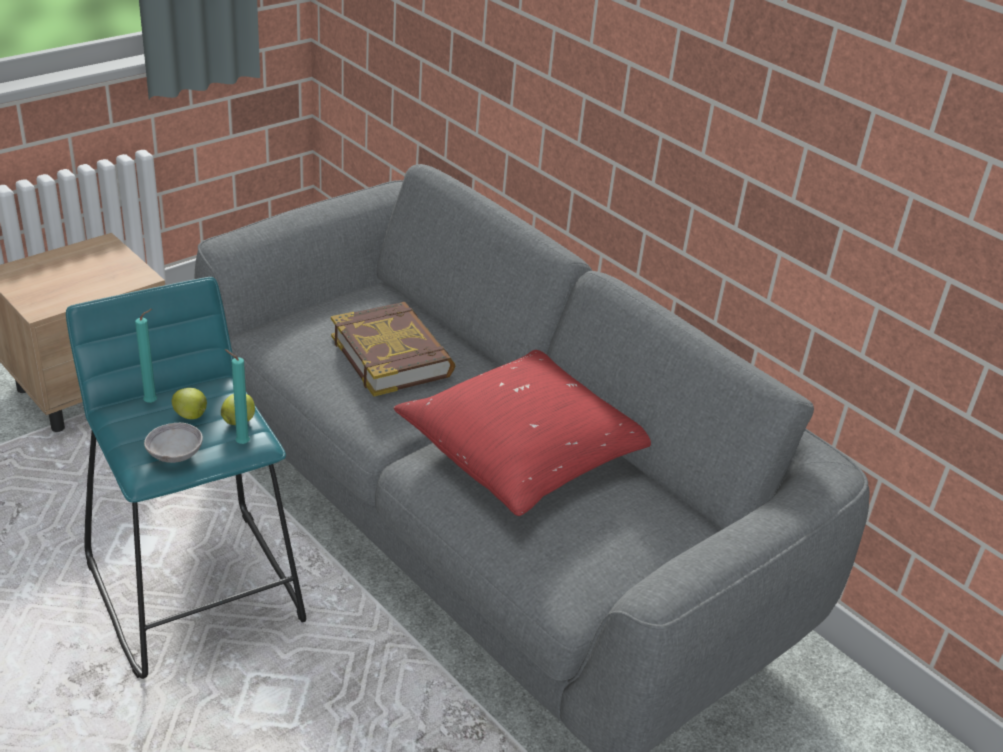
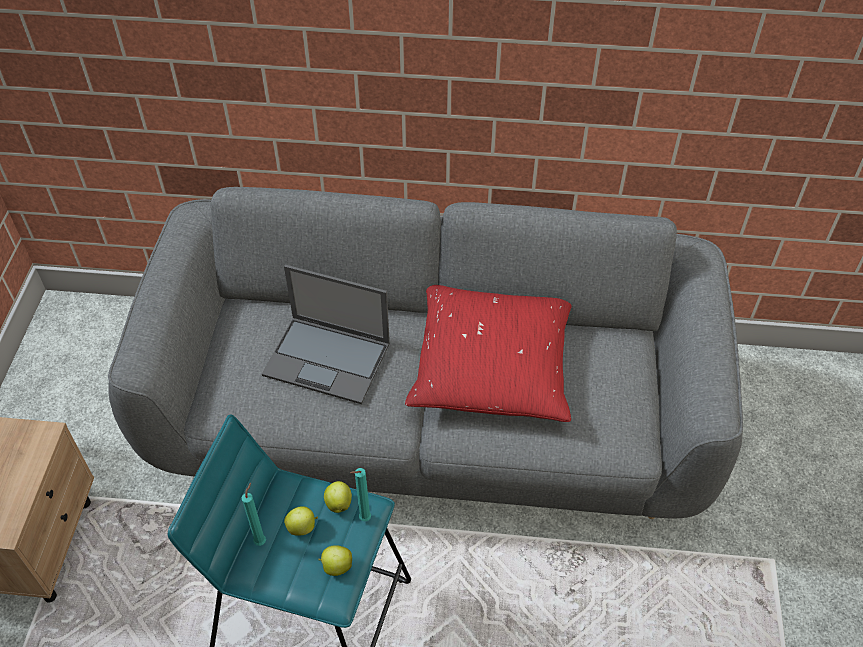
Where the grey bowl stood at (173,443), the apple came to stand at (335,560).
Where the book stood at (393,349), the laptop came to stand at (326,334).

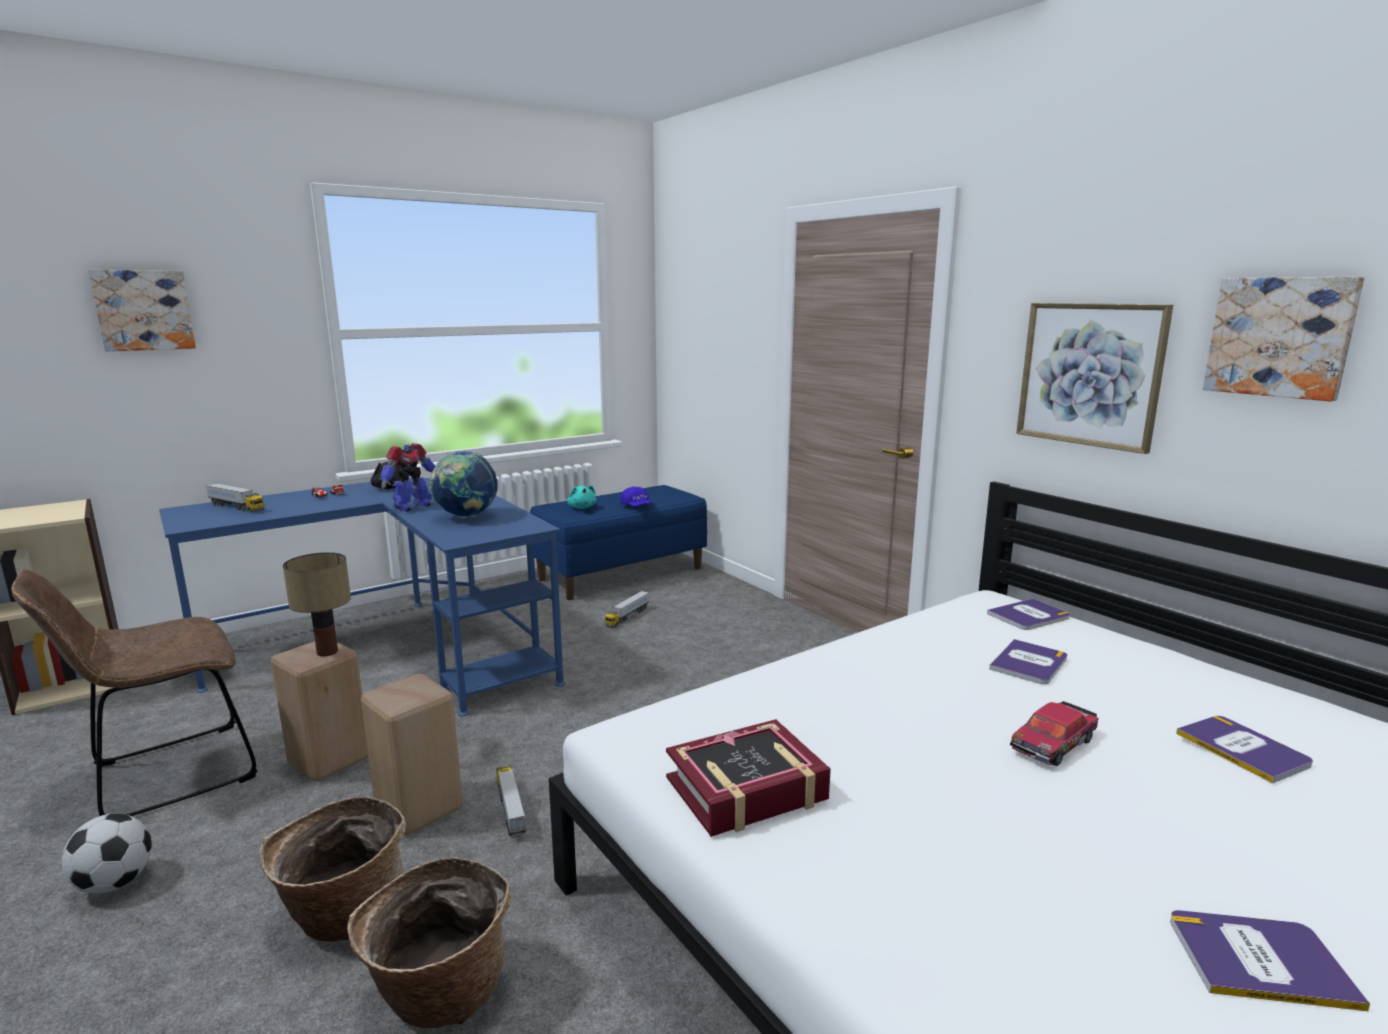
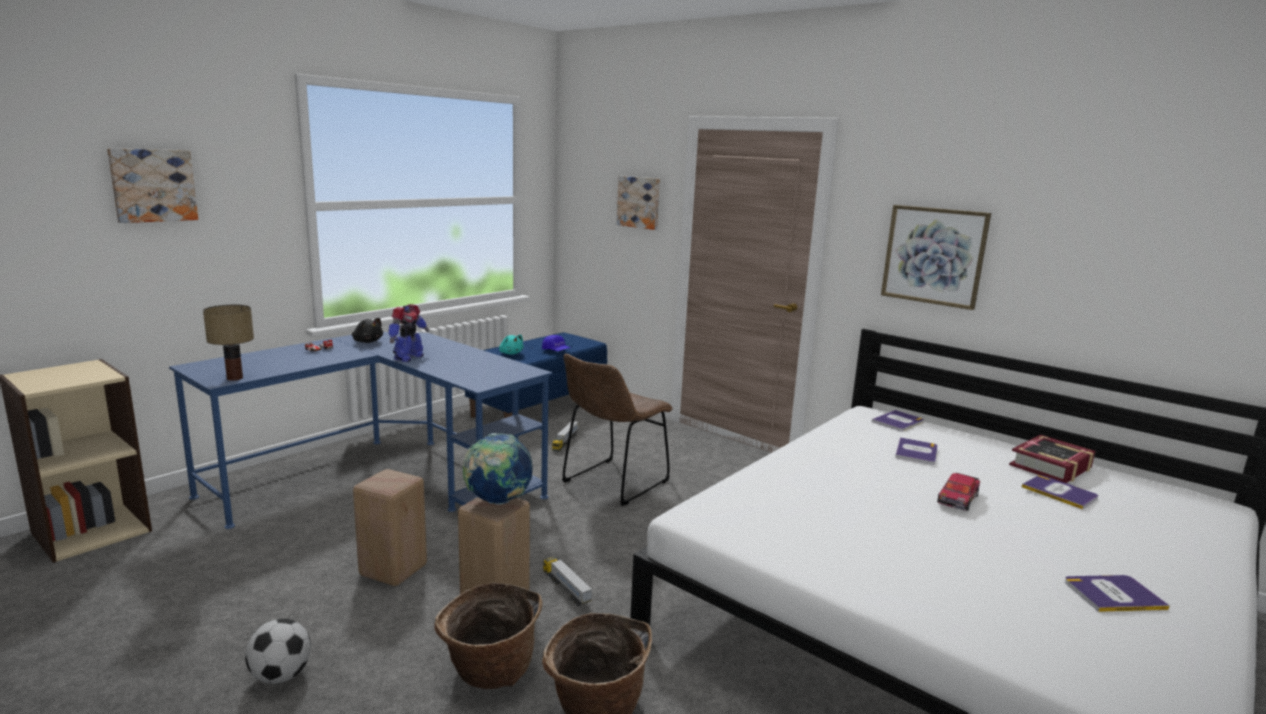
The second view lost the toy truck at (235,497).
The brown chair ended up elsewhere, having gone from (134,693) to (617,430).
The table lamp ended up elsewhere, having gone from (317,604) to (228,343).
The globe ended up elsewhere, having gone from (463,484) to (497,469).
The book ended up elsewhere, having gone from (748,778) to (1052,459).
The picture ended up elsewhere, having gone from (1283,338) to (638,203).

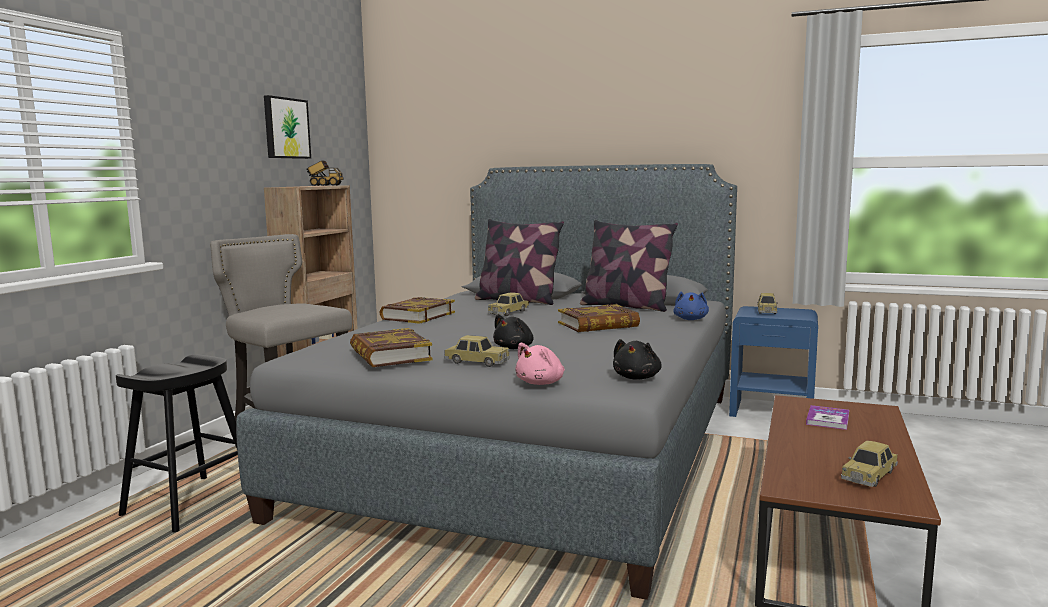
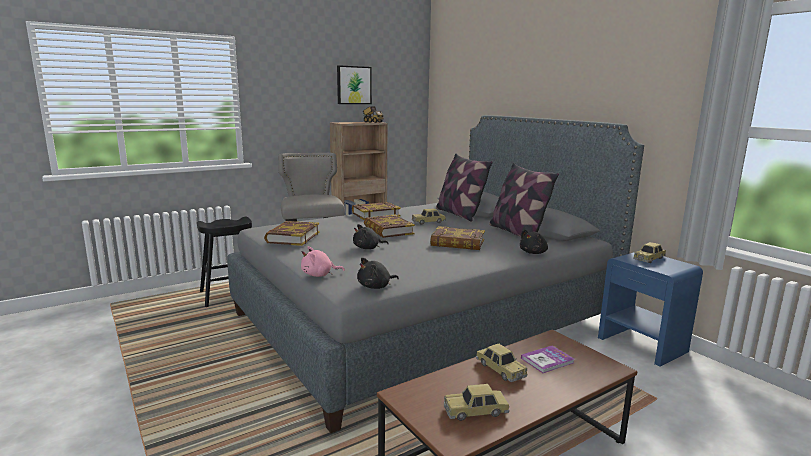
The second view gained the book at (389,226).
The toy car ended up elsewhere, having gone from (477,351) to (501,363).
What was the blue plush toy at (691,306) turned into the black plush toy at (534,242).

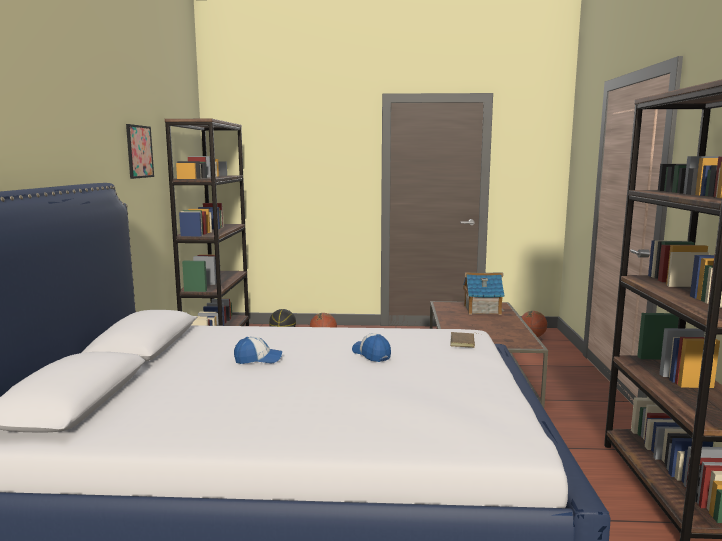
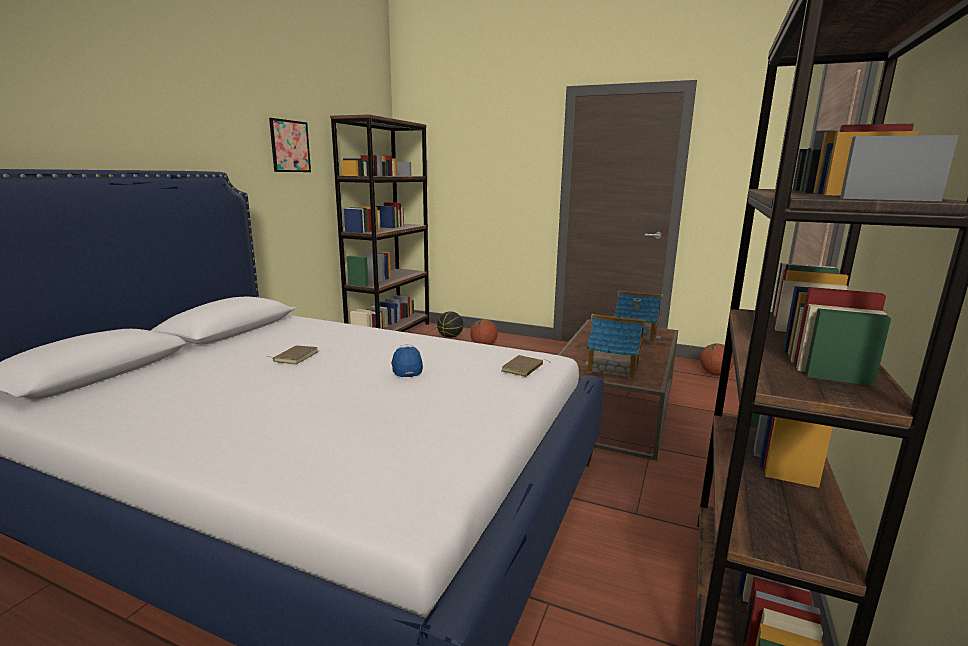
The second view gained the toy house at (615,346).
Where the cap stood at (258,350), the brown book came to stand at (292,354).

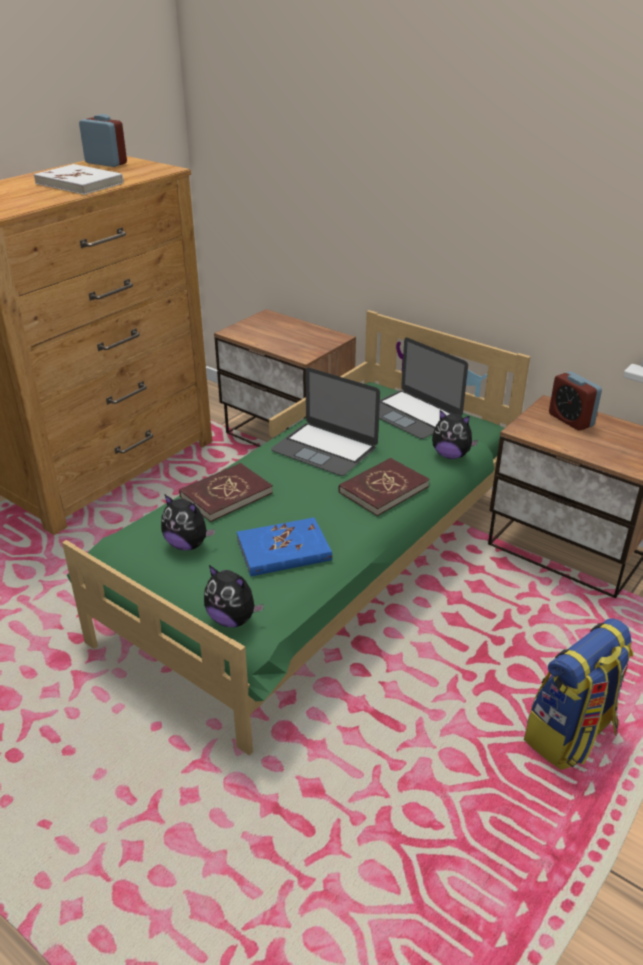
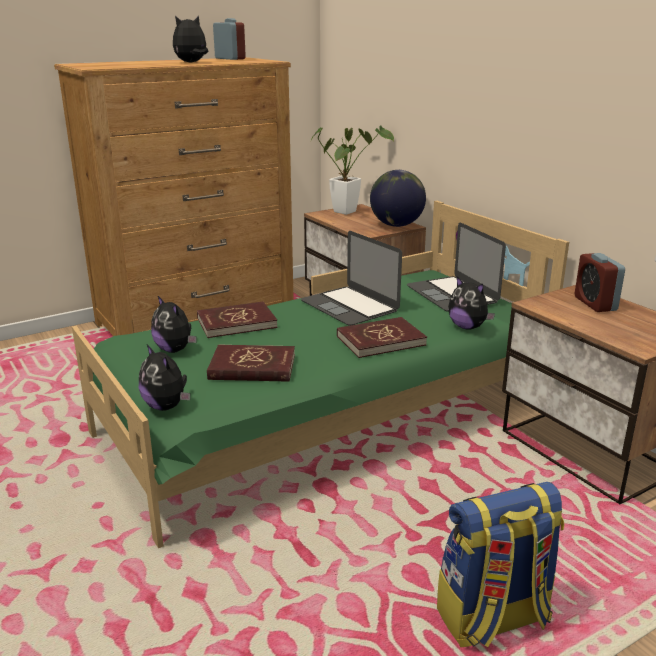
The second view gained the potted plant at (352,170).
The second view gained the globe at (398,198).
Where the white book stood at (78,179), the plush toy came to stand at (191,39).
What was the blue book at (284,547) turned into the red book at (251,363).

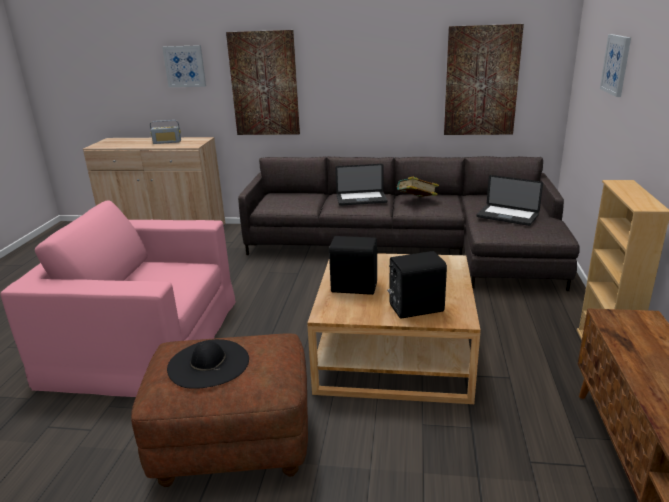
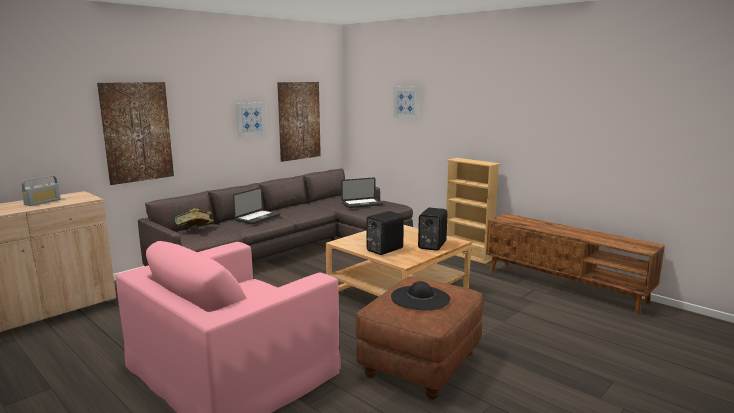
The picture ended up elsewhere, having gone from (184,66) to (251,119).
The book ended up elsewhere, having gone from (417,186) to (194,218).

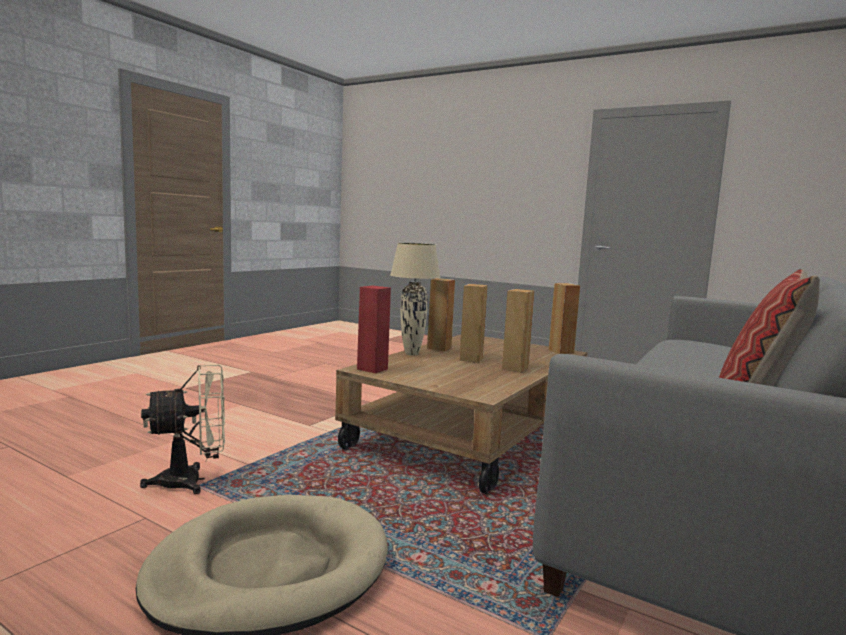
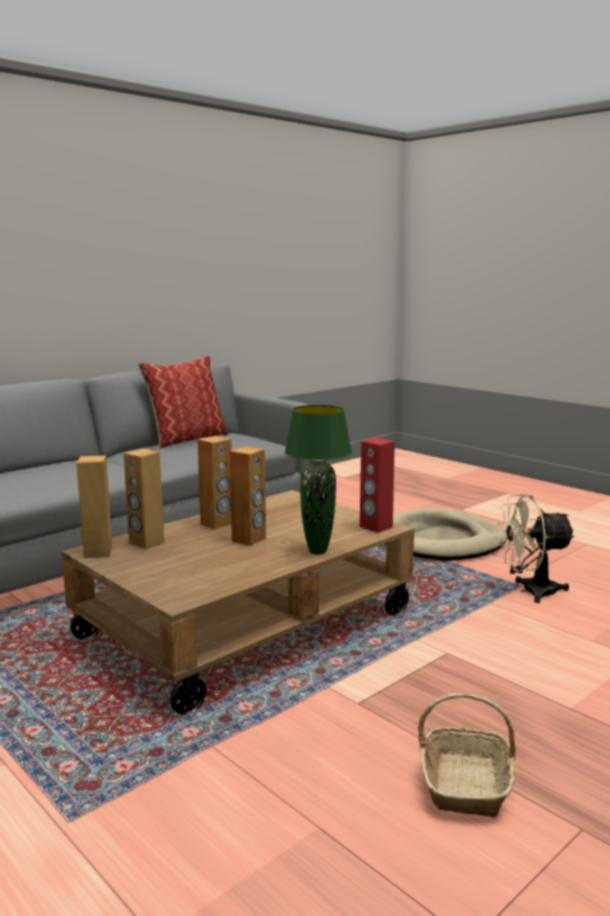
The second view gained the basket at (467,755).
The brown speaker ended up elsewhere, having gone from (441,314) to (144,498).
What was the beige table lamp at (415,299) turned into the green table lamp at (318,480).

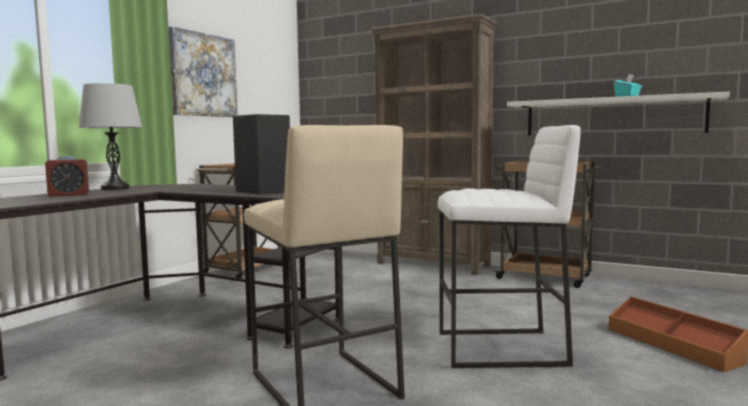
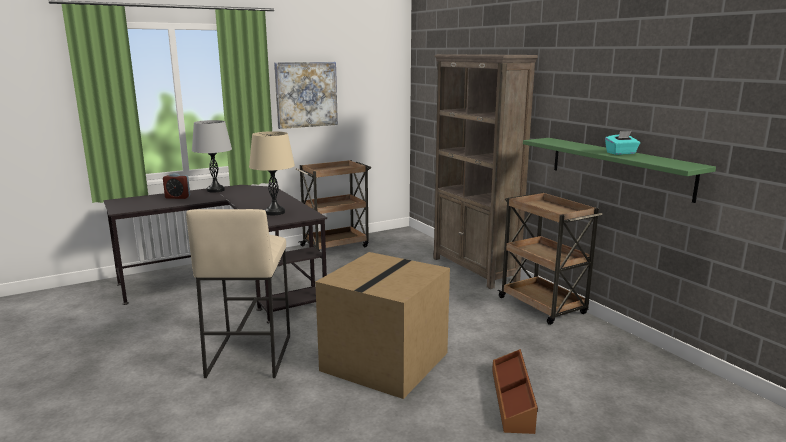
Where the black speaker stood at (261,154), the beige table lamp came to stand at (272,173).
Where the white stool stood at (509,246), the cardboard box came to stand at (382,325).
What was the white shelf at (618,113) turned into the green shelf at (619,170).

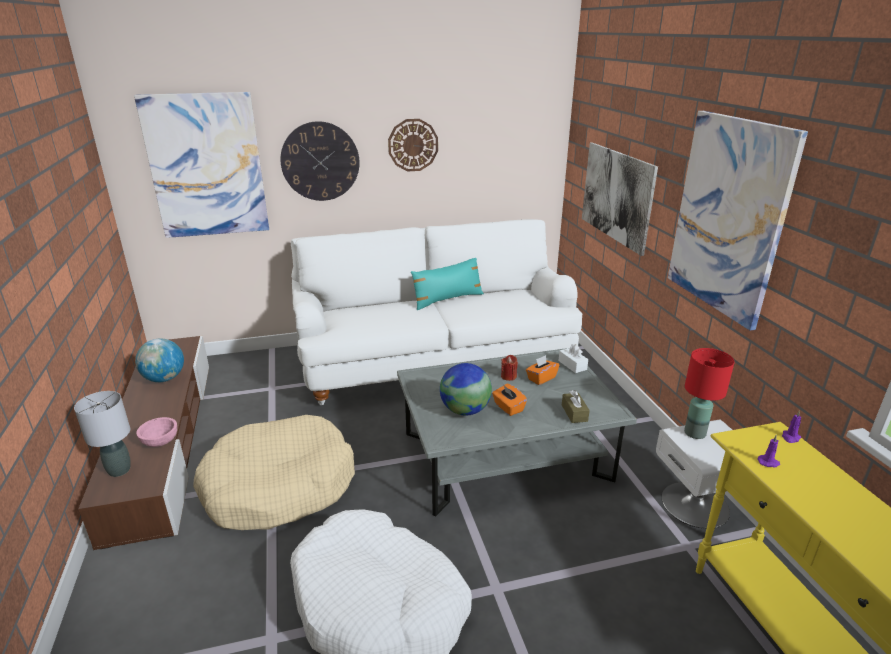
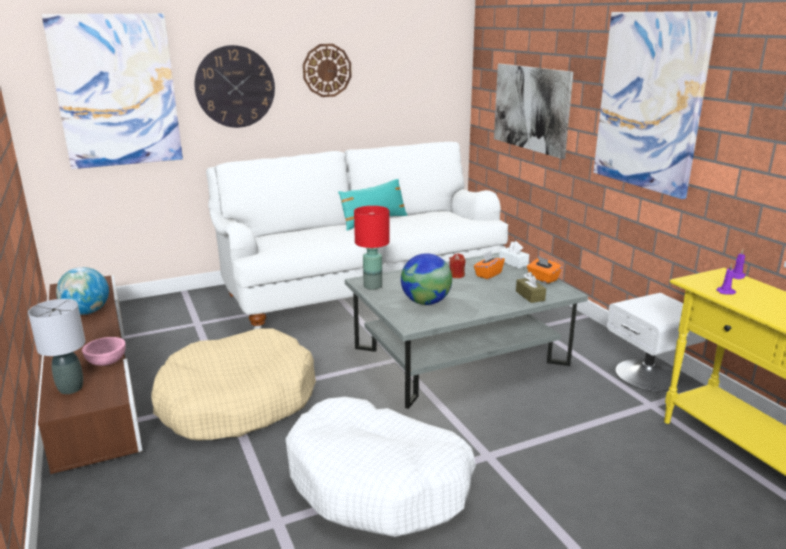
The orange tissue box ended up elsewhere, having gone from (509,400) to (544,270).
The red table lamp ended up elsewhere, having gone from (709,393) to (372,248).

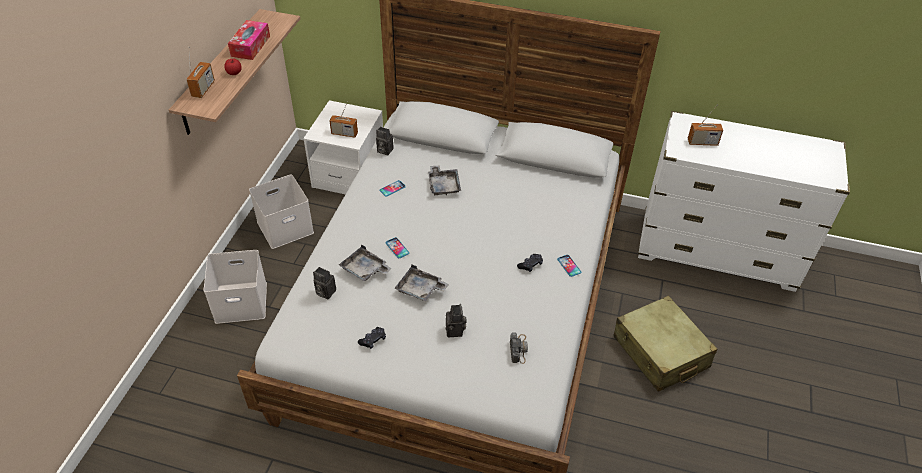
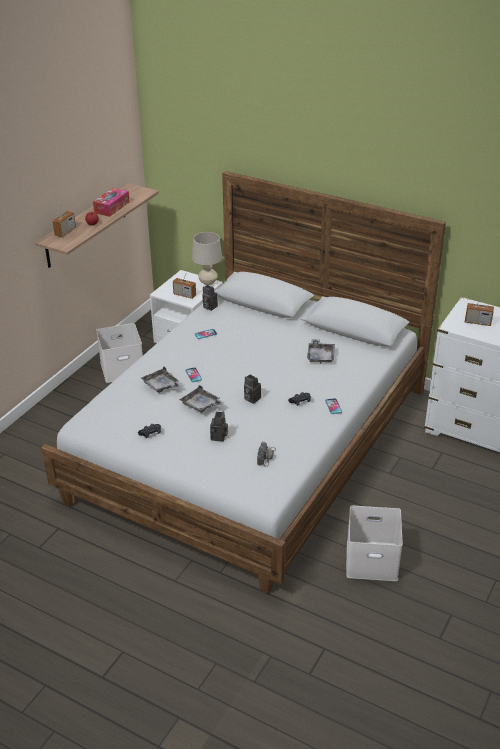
The second view lost the beige suitcase at (665,344).
The second view gained the beige table lamp at (207,258).
The white storage box ended up elsewhere, having gone from (235,287) to (374,543).
The photo camera ended up elsewhere, having gone from (324,283) to (252,389).
The grey tray ended up elsewhere, having gone from (444,180) to (321,351).

